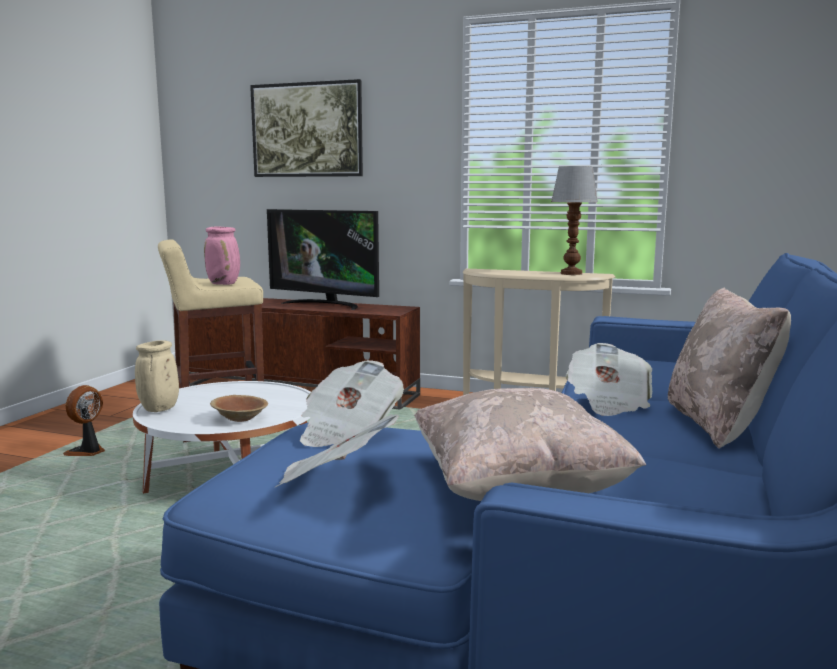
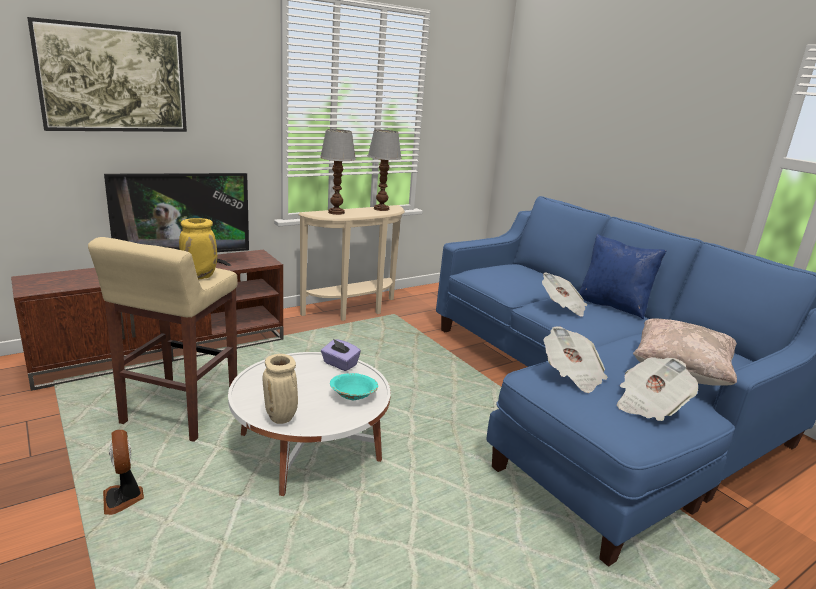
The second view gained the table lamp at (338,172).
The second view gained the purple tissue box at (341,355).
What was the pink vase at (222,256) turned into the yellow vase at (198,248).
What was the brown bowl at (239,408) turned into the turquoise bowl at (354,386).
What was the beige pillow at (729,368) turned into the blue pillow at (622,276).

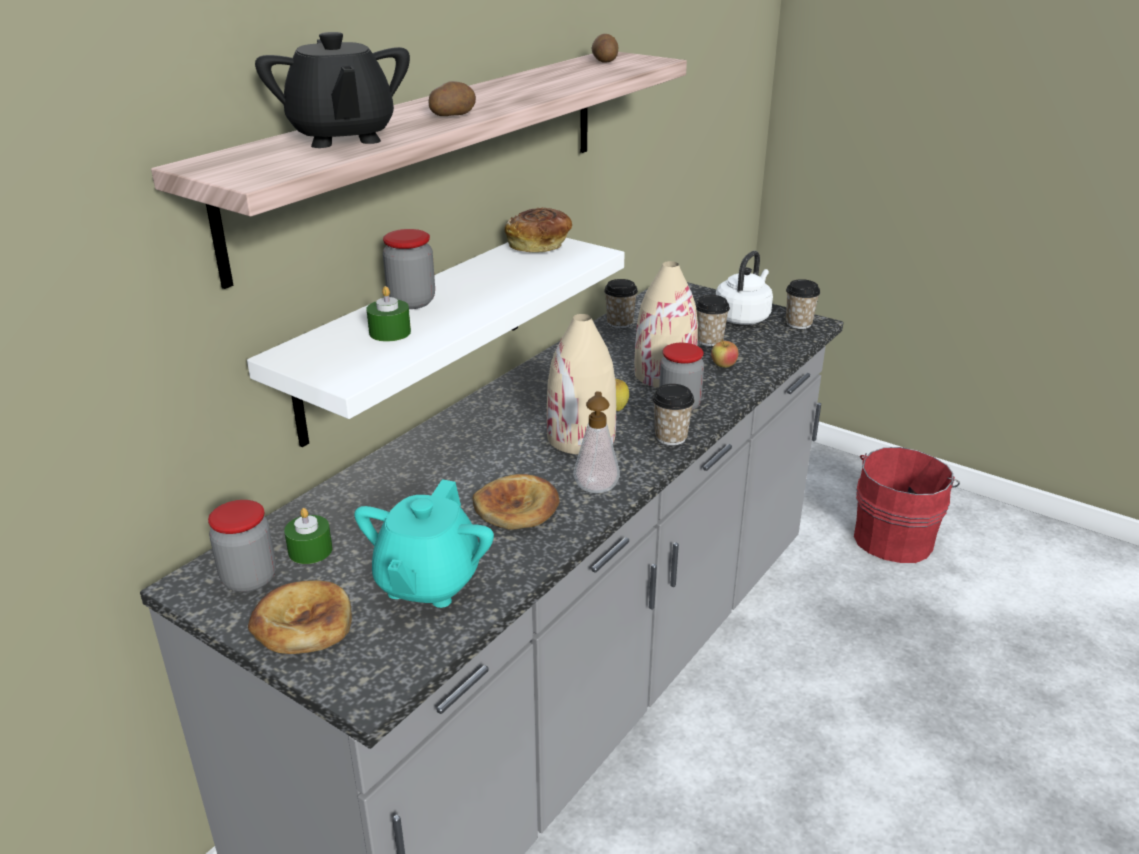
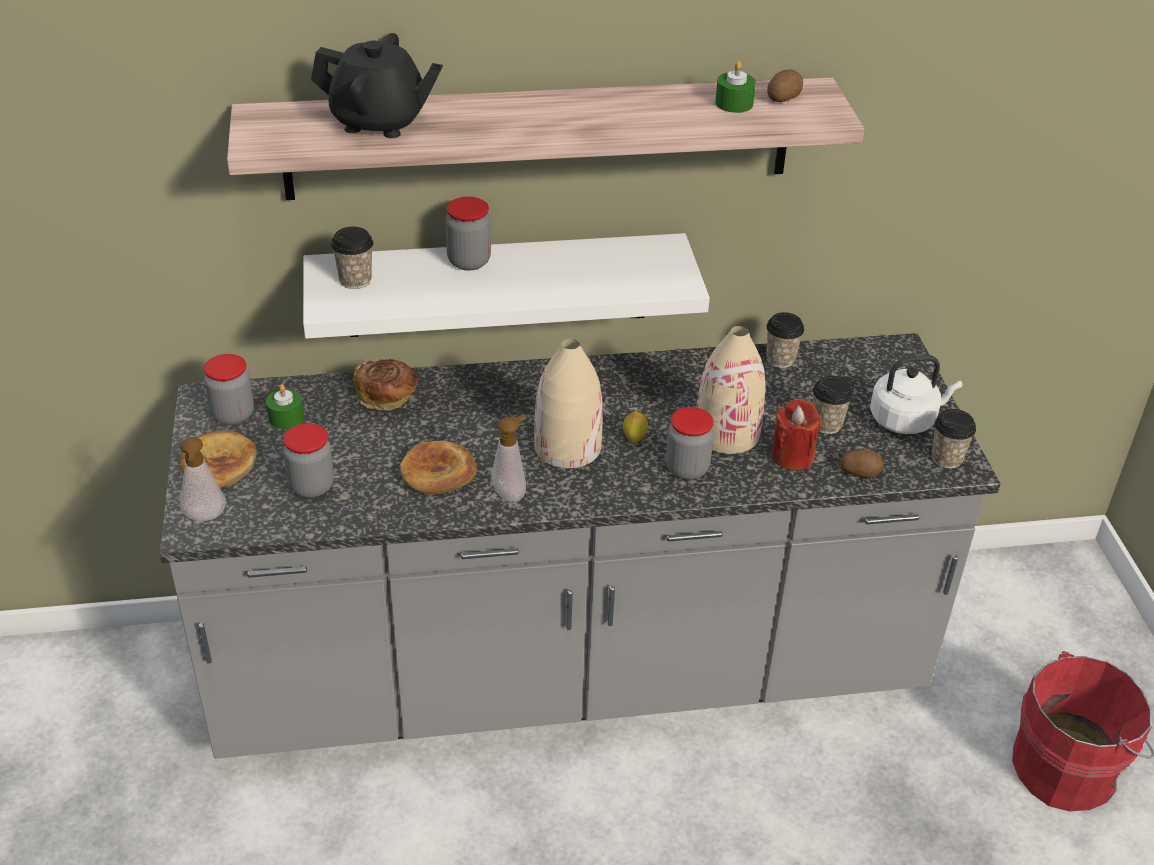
The second view gained the soap dispenser at (203,479).
The green candle ended up elsewhere, having gone from (388,314) to (735,87).
The potato ended up elsewhere, having gone from (452,98) to (862,463).
The bread ended up elsewhere, having gone from (538,230) to (385,384).
The cup ended up elsewhere, having gone from (673,414) to (352,258).
Where the turquoise teapot stood at (424,543), the jar came to stand at (308,460).
Where the apple stood at (725,353), the red candle came to stand at (796,434).
The black teapot at (332,90) ended up facing another way, 105 degrees counterclockwise from before.

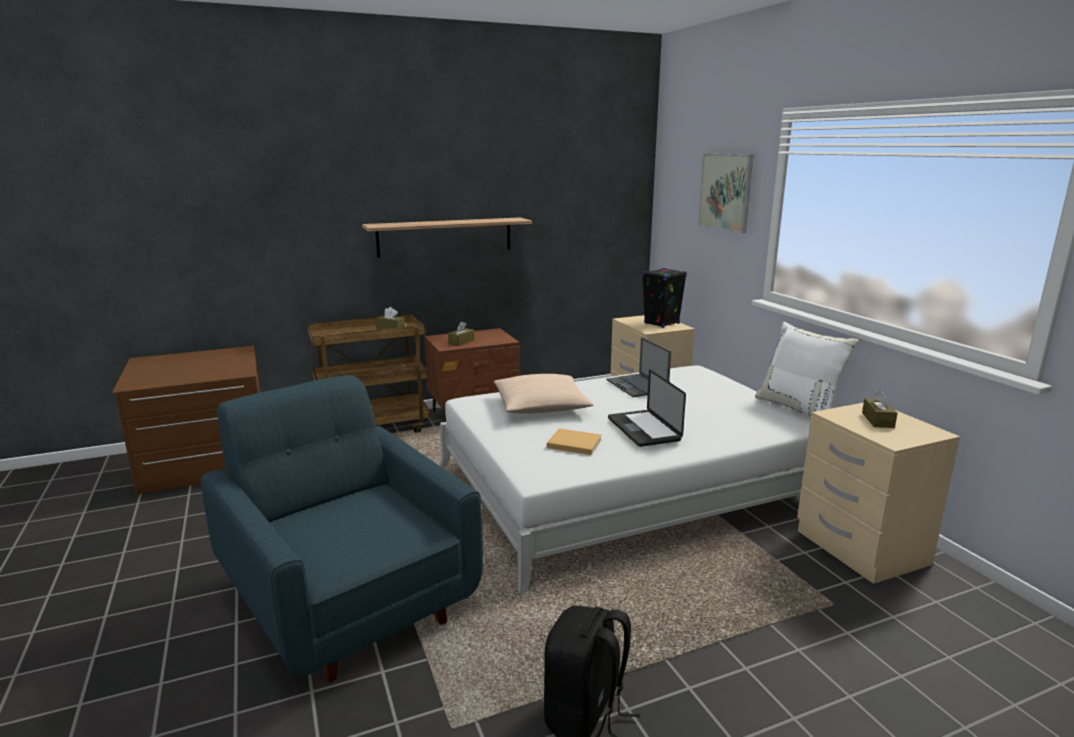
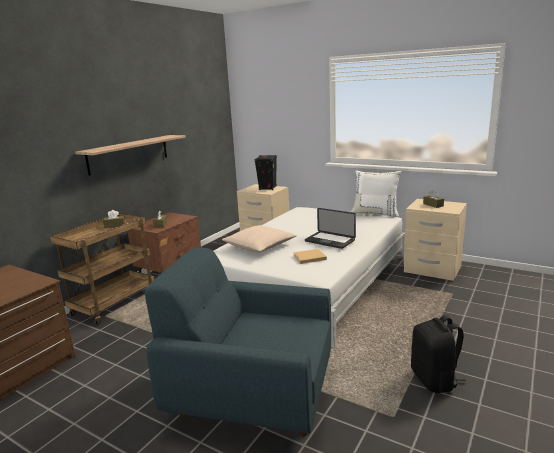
The second view lost the laptop at (639,367).
The second view lost the picture at (726,193).

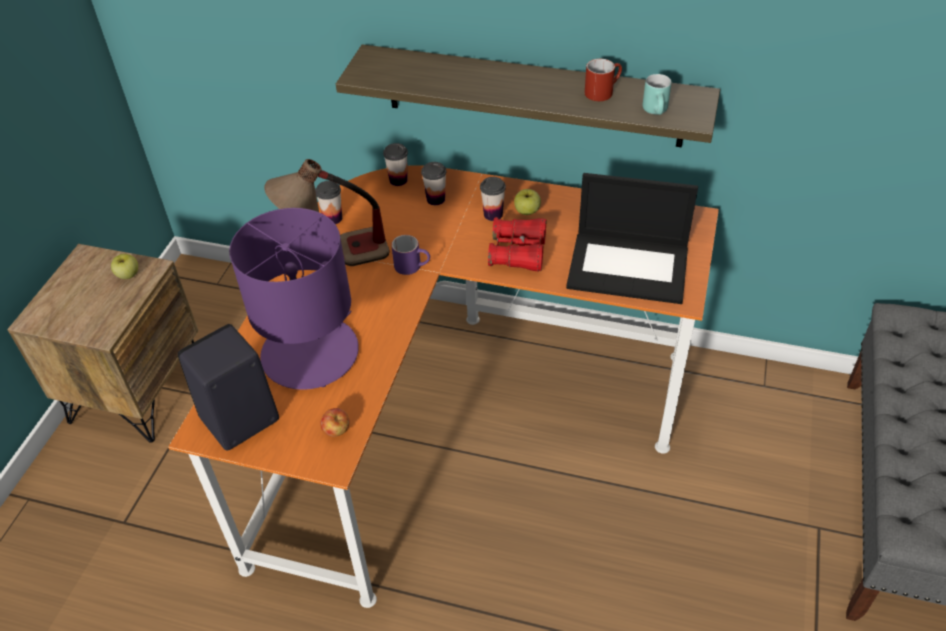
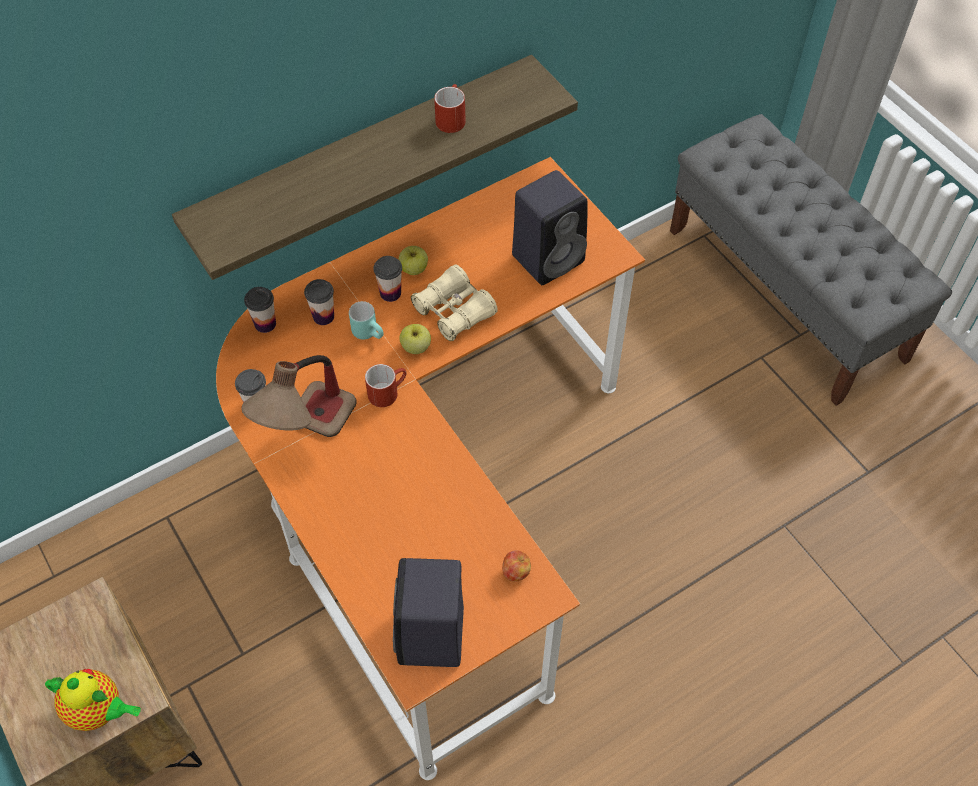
The second view lost the purple table lamp at (294,299).
The second view gained the teapot at (93,700).
The apple ended up elsewhere, having gone from (124,266) to (415,339).
The turquoise mug ended up elsewhere, having gone from (657,94) to (366,320).
Where the laptop stood at (632,238), the black speaker came to stand at (550,227).
What was the purple mug at (410,255) turned into the red mug at (386,385).
What was the red binoculars at (517,244) turned into the beige binoculars at (454,303).

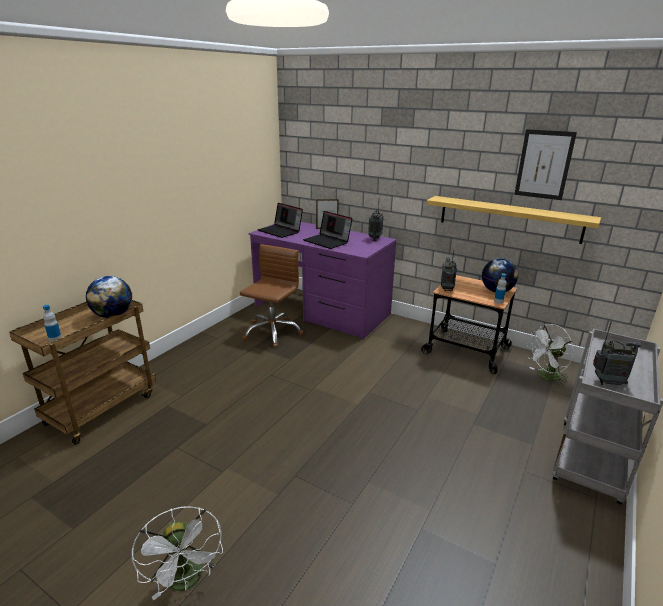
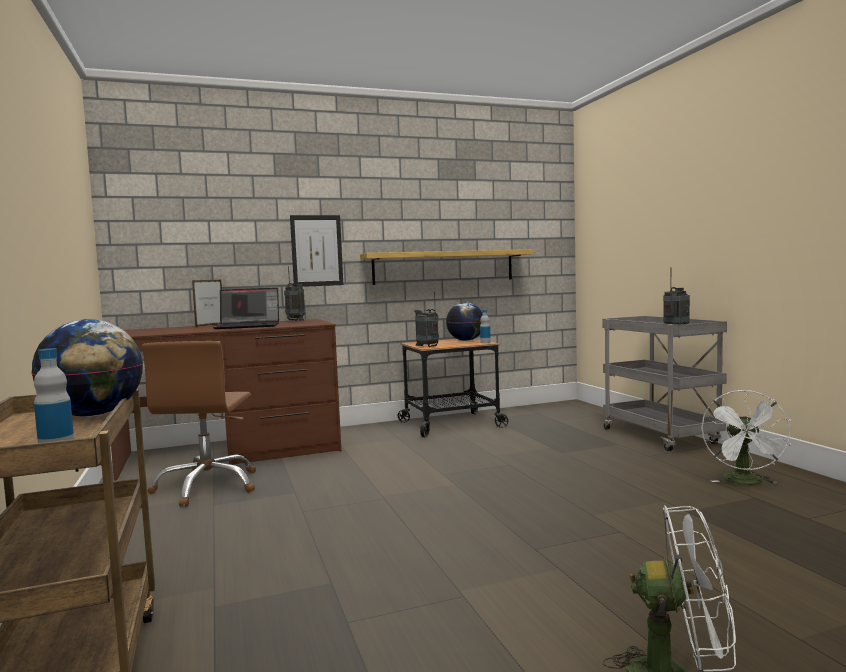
The second view lost the laptop at (280,220).
The picture ended up elsewhere, having gone from (545,164) to (316,251).
The white fan ended up elsewhere, having gone from (550,354) to (746,437).
What was the purple desk at (322,280) turned into the brown desk at (226,400).
The brown office chair at (271,296) ended up facing another way, 150 degrees counterclockwise from before.

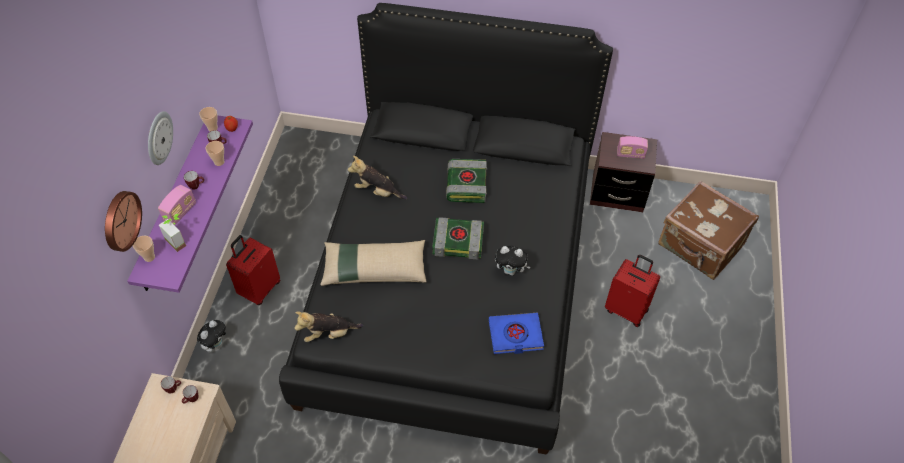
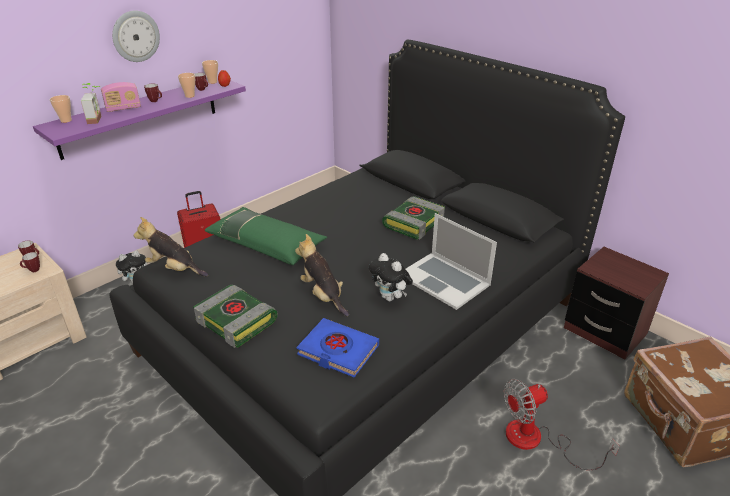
The second view lost the wall clock at (123,221).
The second view lost the radio at (632,147).
The second view gained the laptop at (451,261).
The plush toy ended up elsewhere, having gone from (377,177) to (322,275).
The book ended up elsewhere, having gone from (458,238) to (235,316).
Where the red suitcase stood at (632,291), the fan came to stand at (562,424).
What was the beige pillow at (373,263) turned into the green pillow at (266,236).

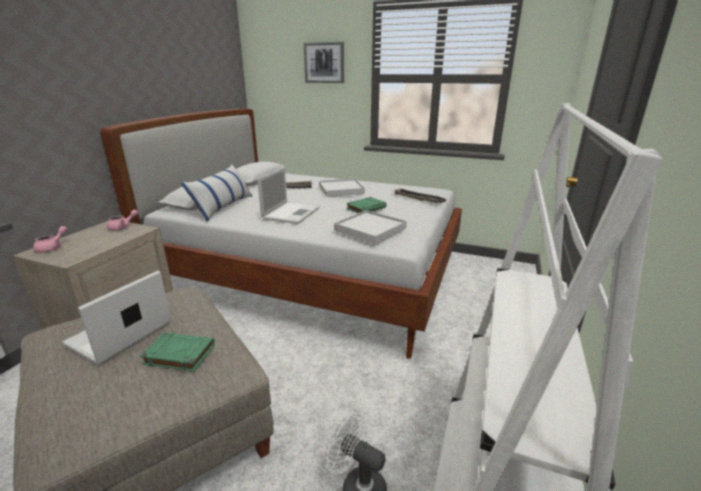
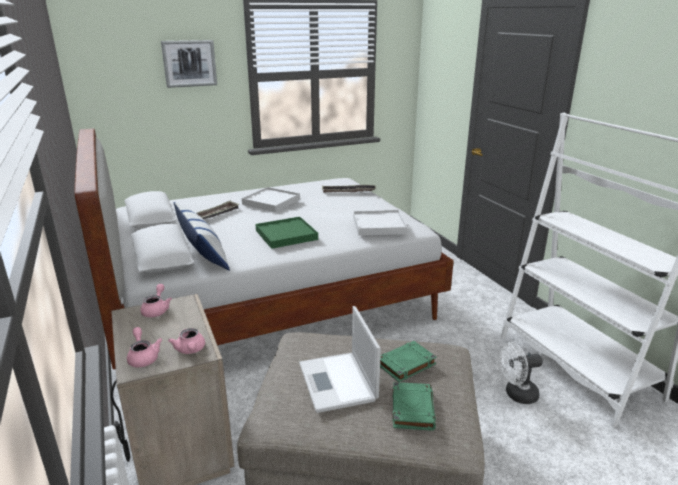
The second view gained the pink teapot at (186,341).
The green book ended up elsewhere, having gone from (366,205) to (414,406).
Where the laptop stood at (288,195), the green tray came to stand at (287,233).

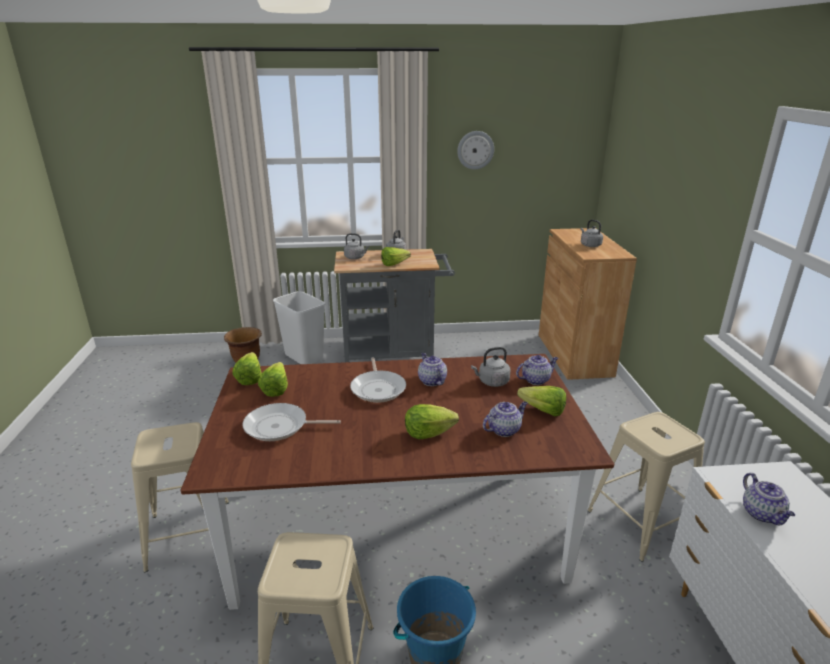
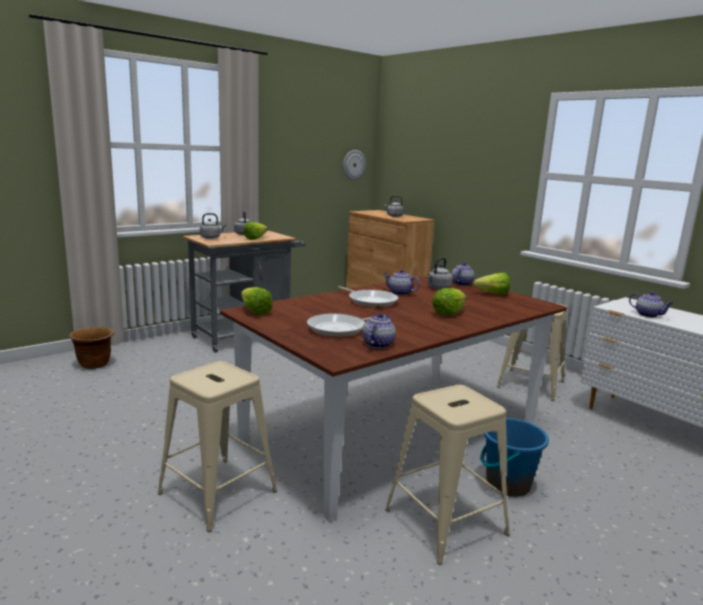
The second view lost the lettuce at (273,379).
The second view lost the white trash can at (299,327).
The wall clock ended up elsewhere, having gone from (475,150) to (354,165).
The teapot ended up elsewhere, having gone from (505,419) to (379,330).

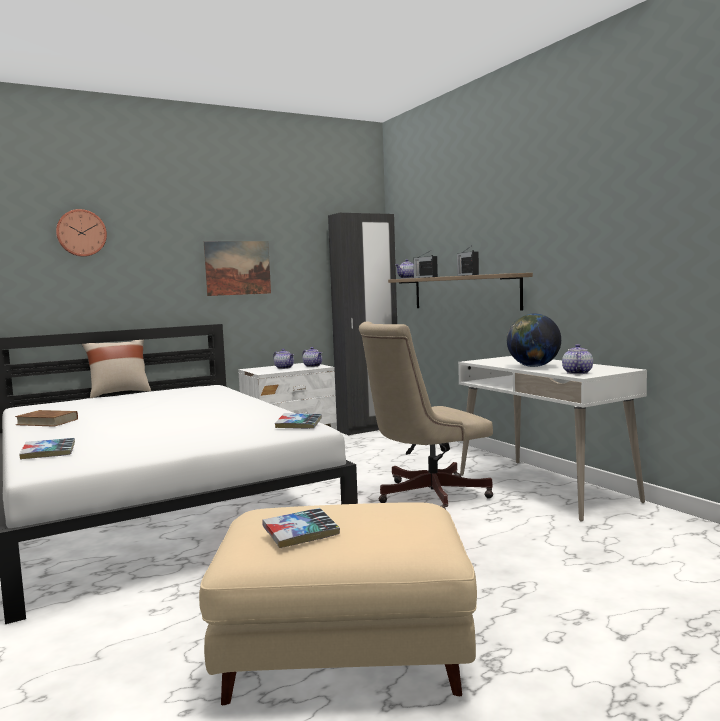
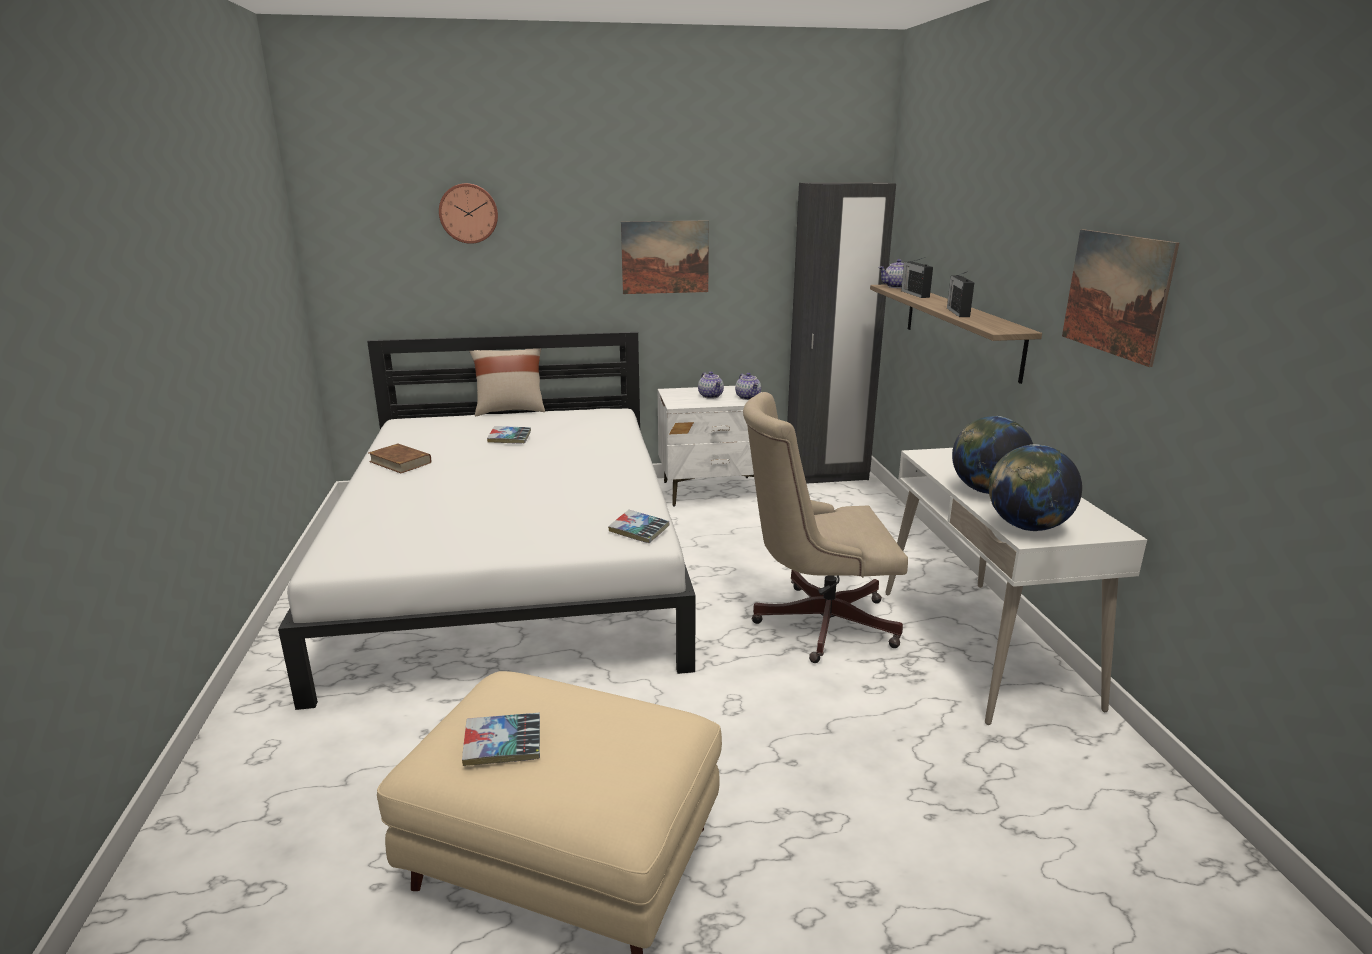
The second view gained the picture at (1120,298).
The book ended up elsewhere, having gone from (47,448) to (509,434).
Where the teapot stood at (577,359), the globe came to stand at (1035,487).

